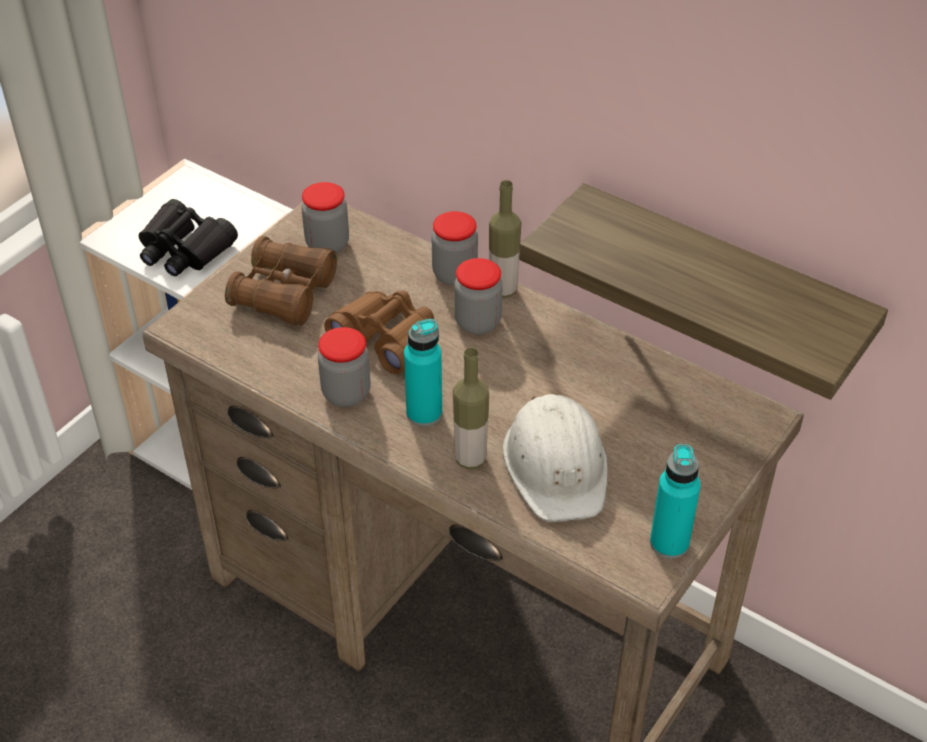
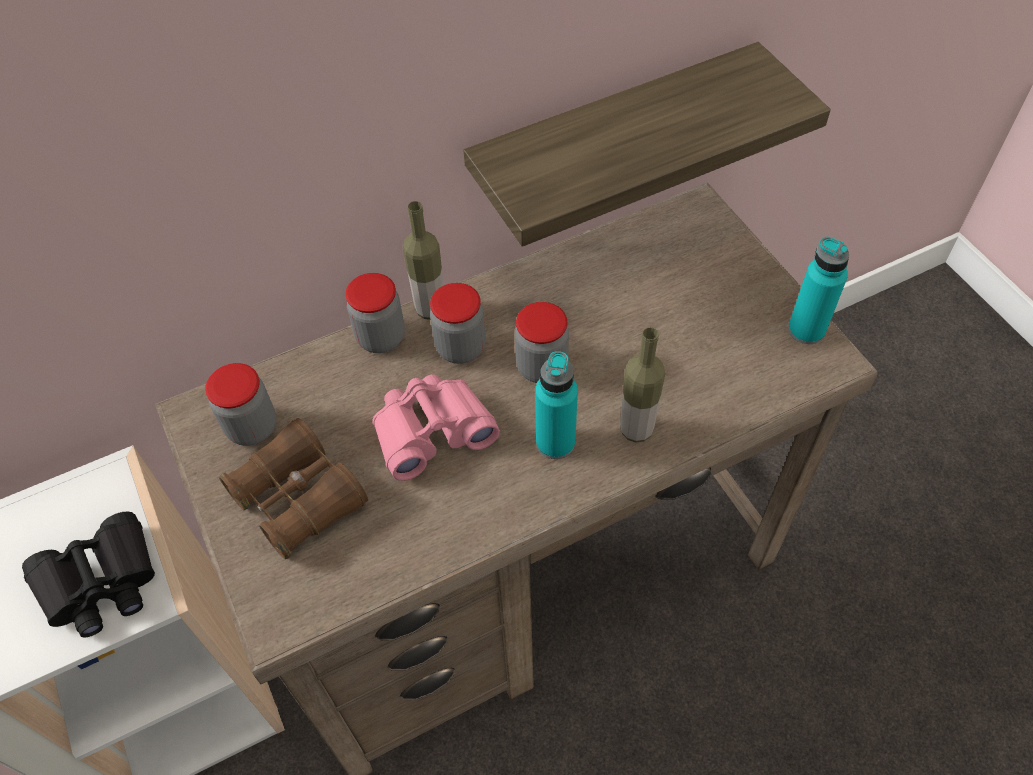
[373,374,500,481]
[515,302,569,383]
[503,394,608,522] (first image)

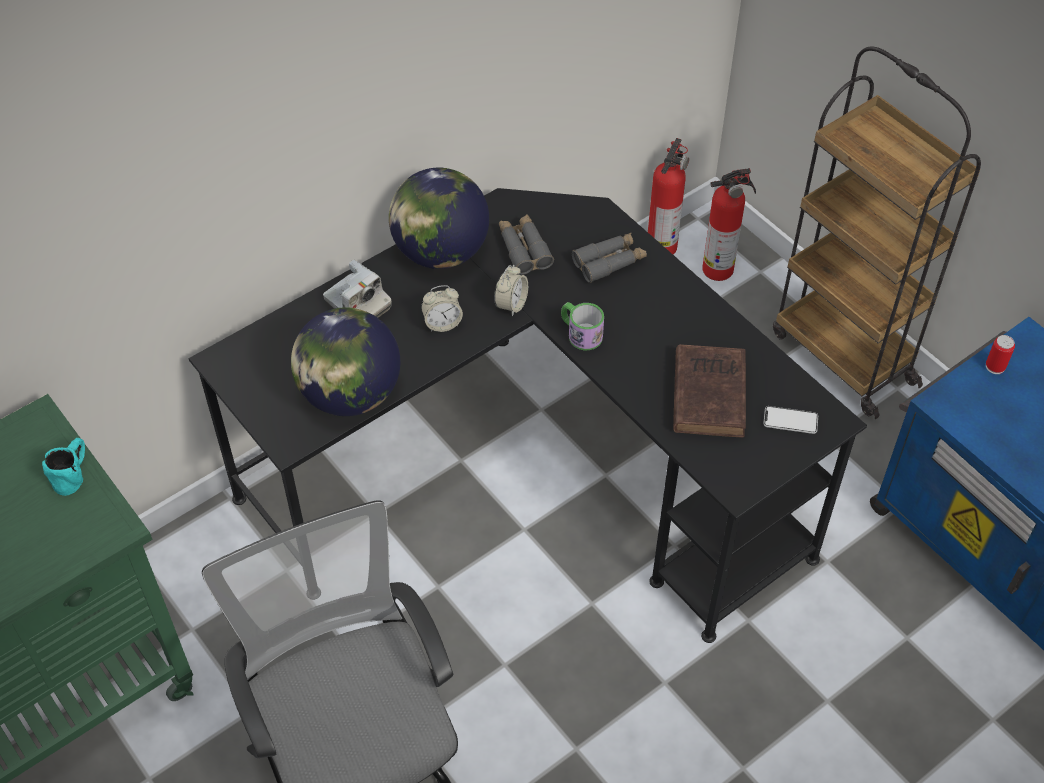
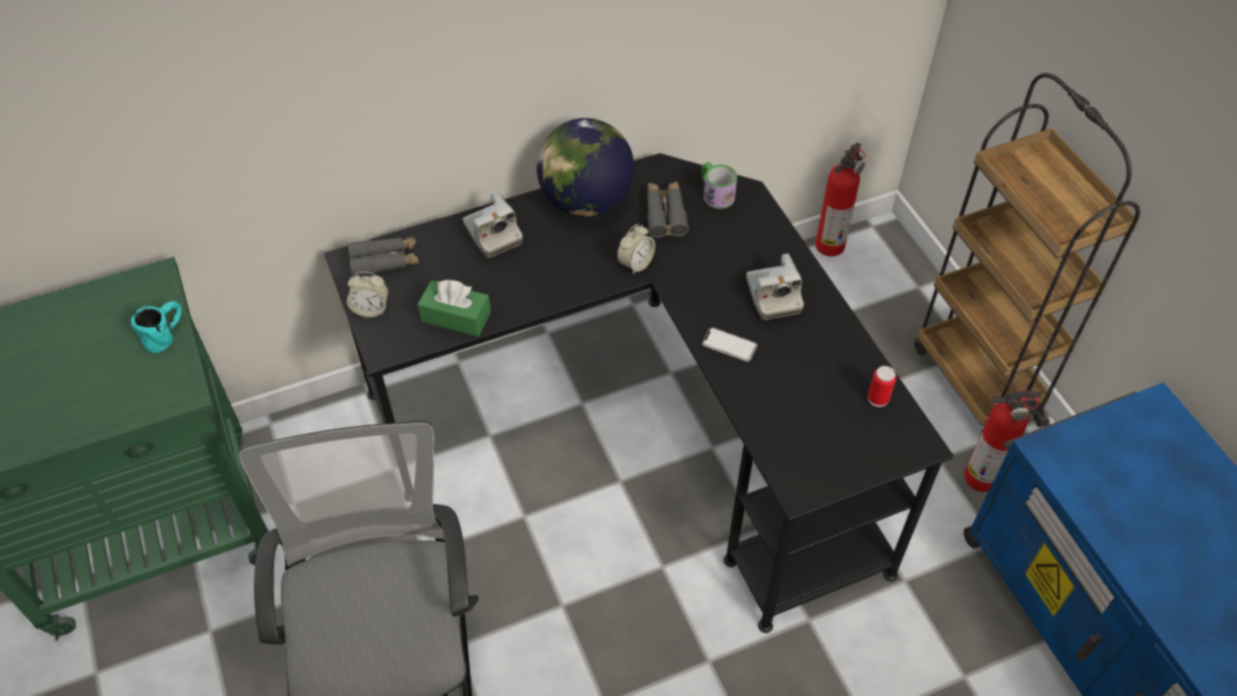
[347,272,388,317]
[348,237,419,277]
[418,280,491,336]
[701,162,737,209]
[702,327,757,362]
[746,254,804,320]
[868,366,896,407]
[964,389,1043,492]
[673,344,746,437] (first image)

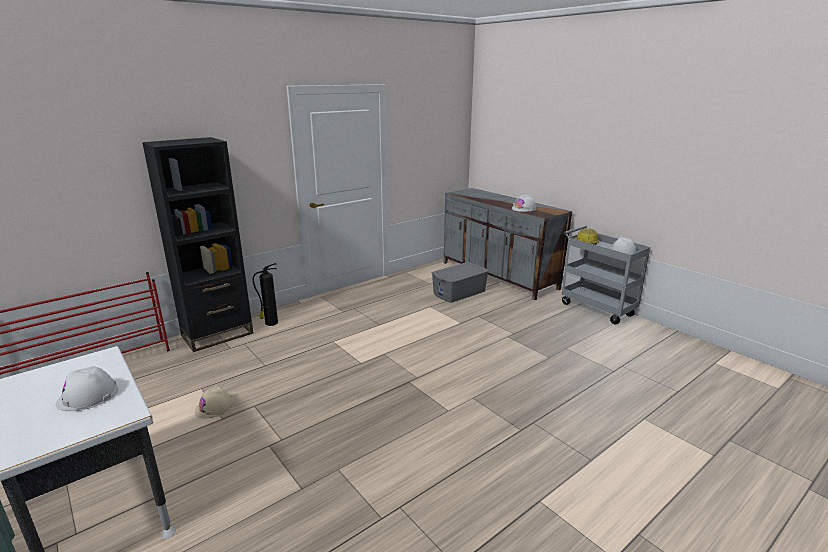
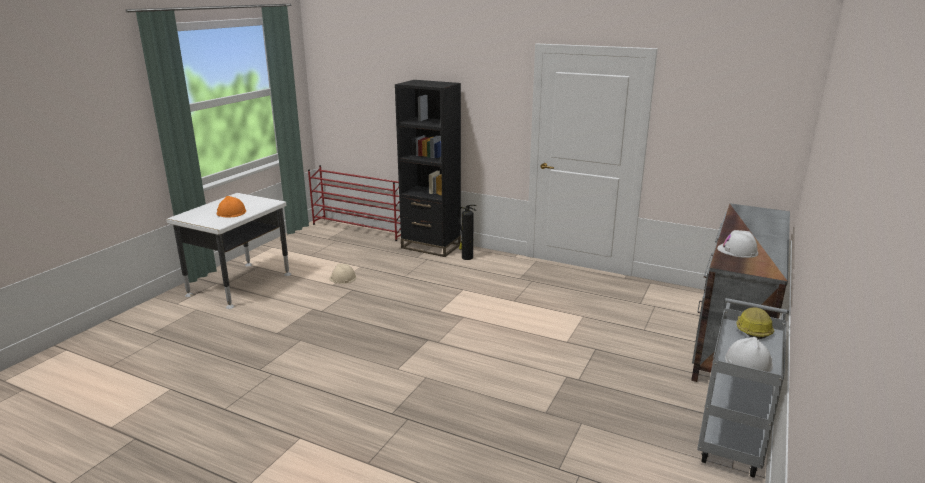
[216,196,246,217]
[432,262,489,303] (first image)

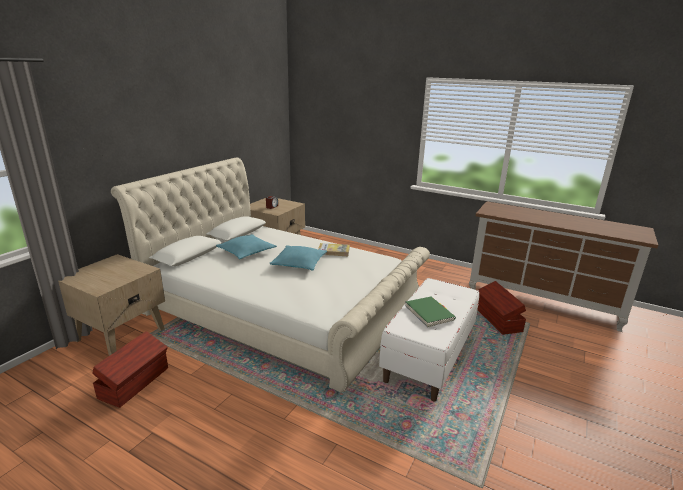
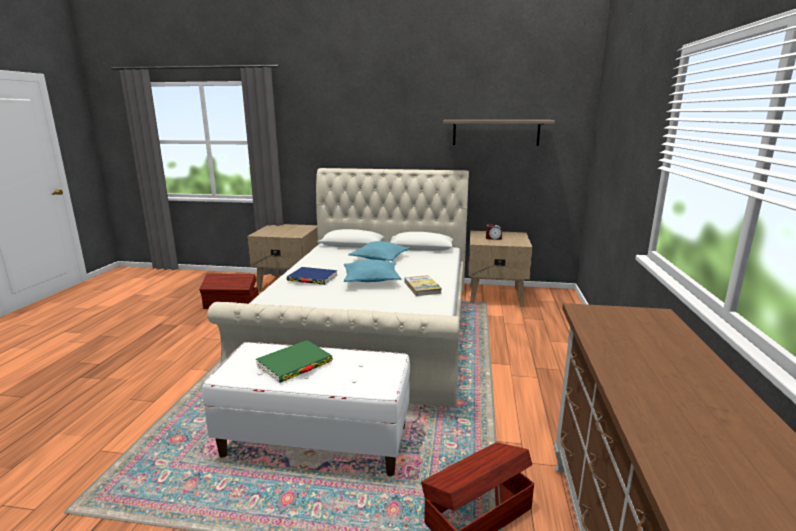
[287,267,338,285]
[443,120,555,146]

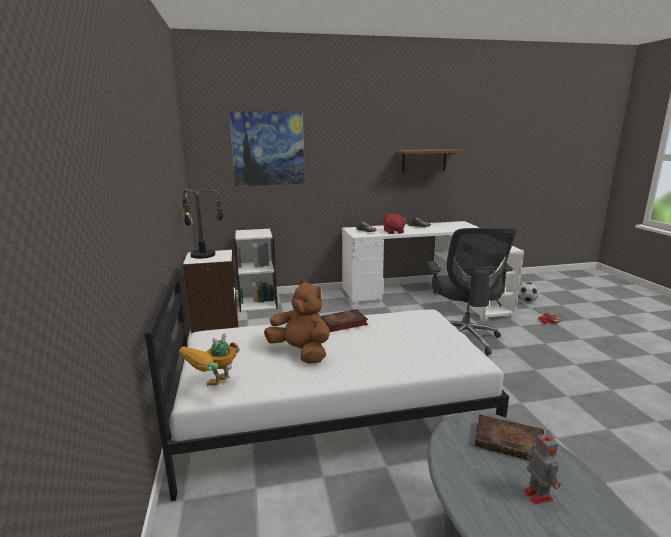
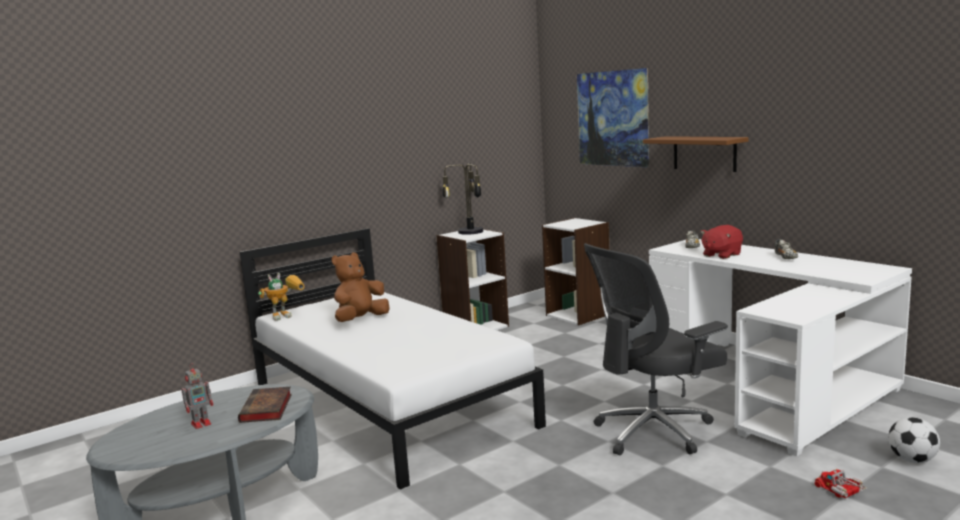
[258,273,305,321]
[332,253,389,322]
[643,136,749,172]
[321,309,368,332] (first image)

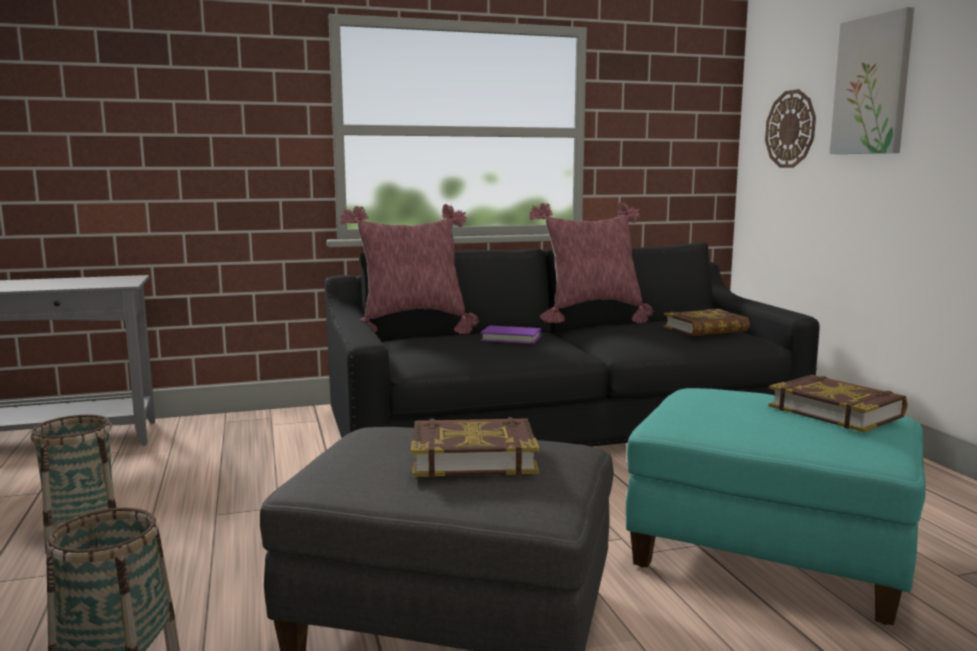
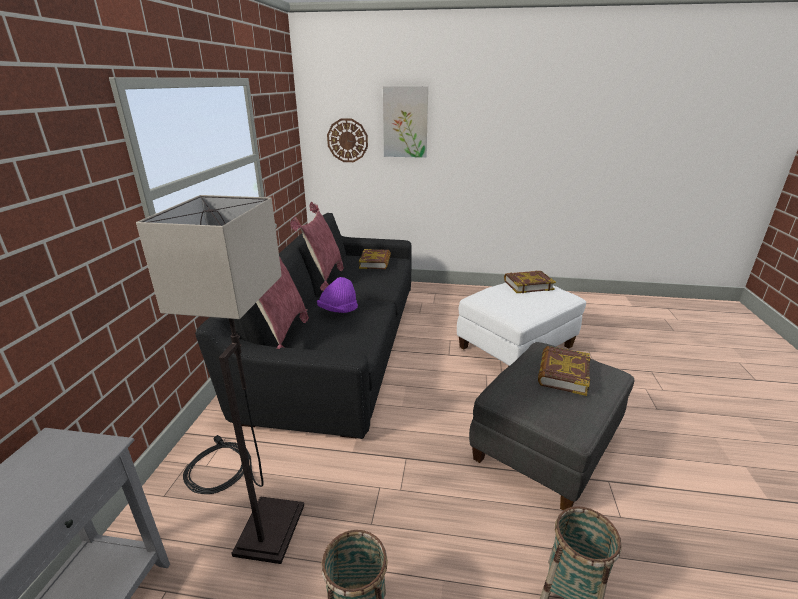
[136,195,304,564]
[317,277,358,313]
[457,283,586,367]

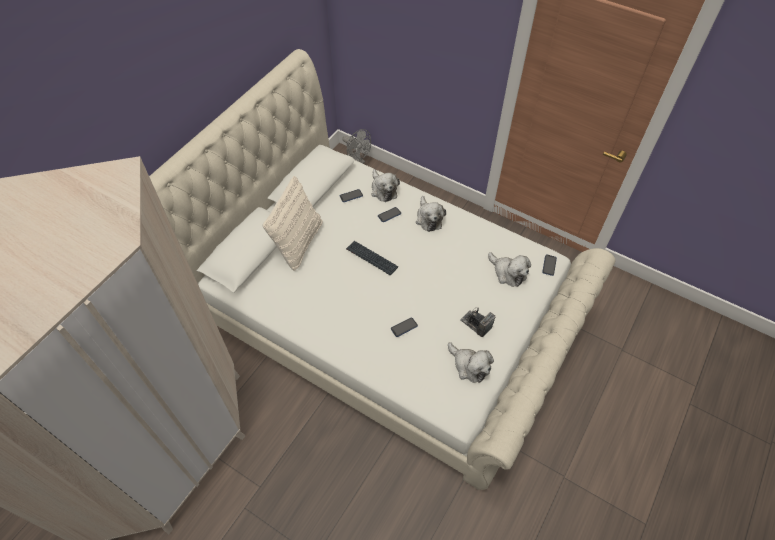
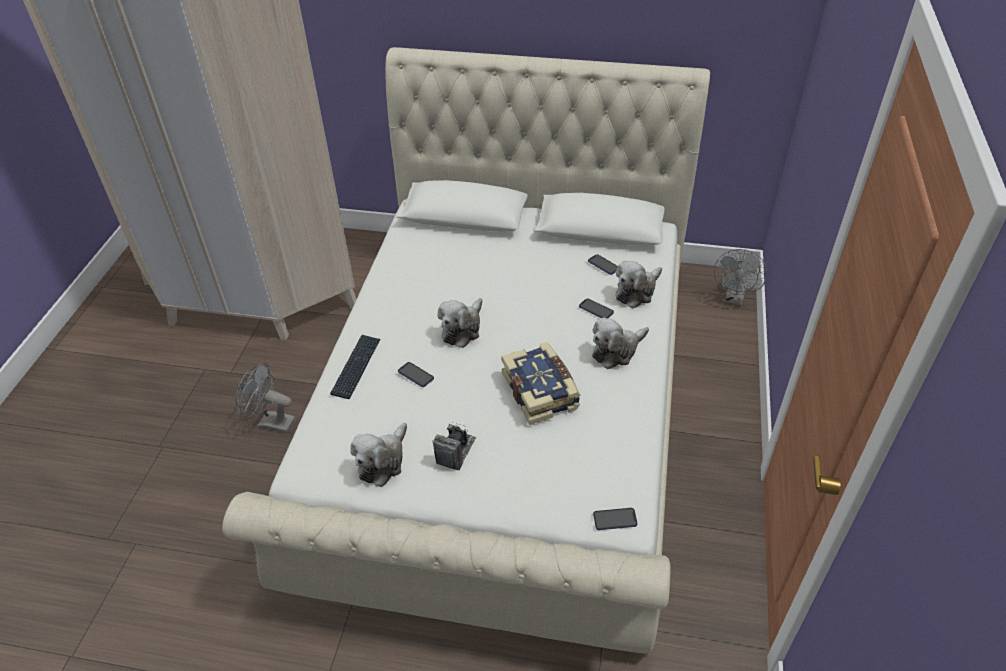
[235,363,296,433]
[330,335,380,399]
[438,298,483,348]
[501,342,581,425]
[263,176,323,270] (first image)

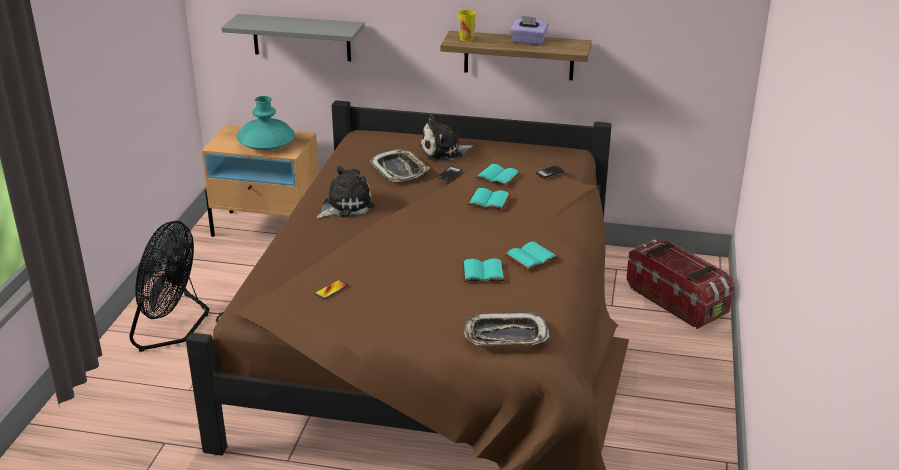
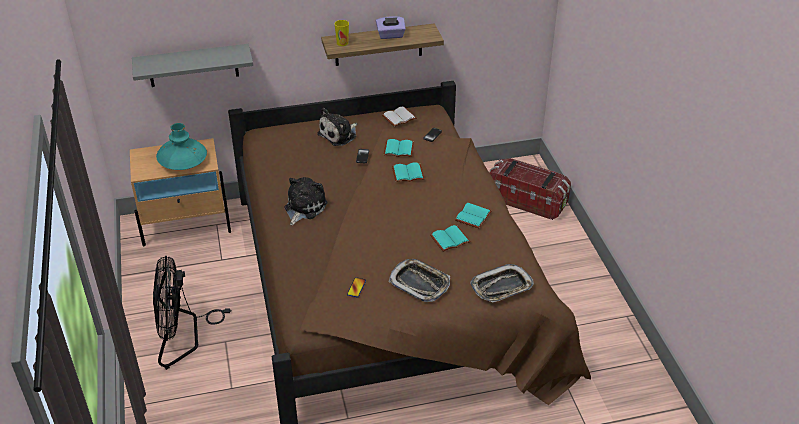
[382,107,417,127]
[389,259,450,302]

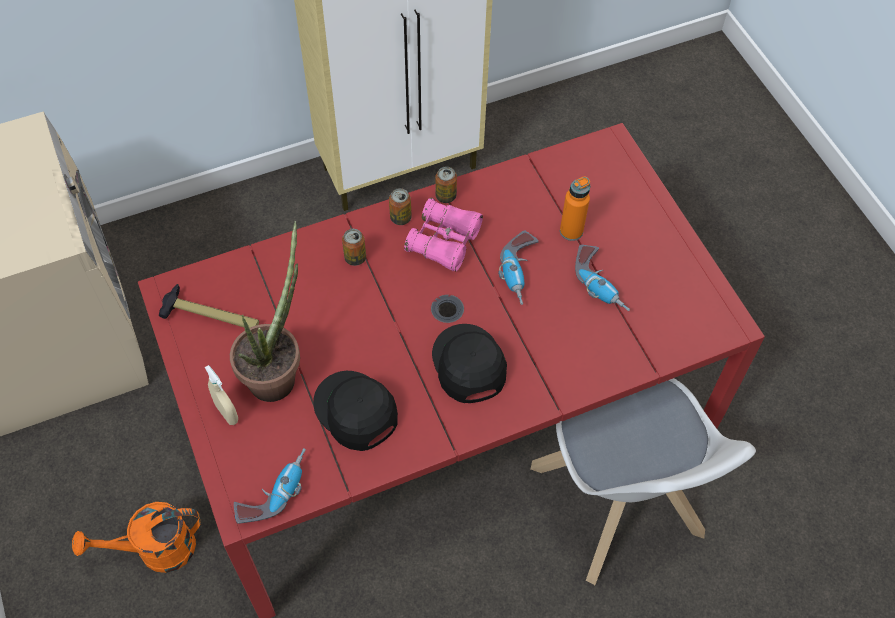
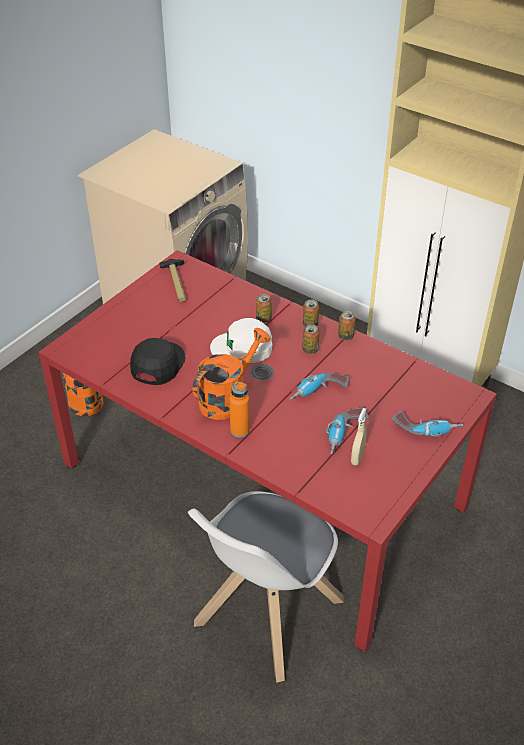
[192,328,270,420]
[210,318,272,363]
[229,381,249,438]
[302,324,319,354]
[351,408,367,465]
[392,411,463,437]
[230,221,300,402] (first image)

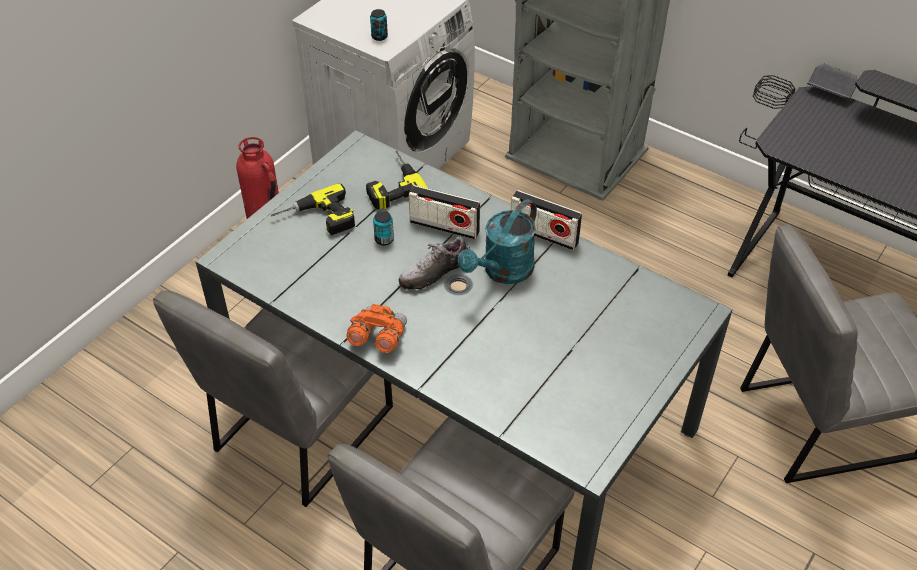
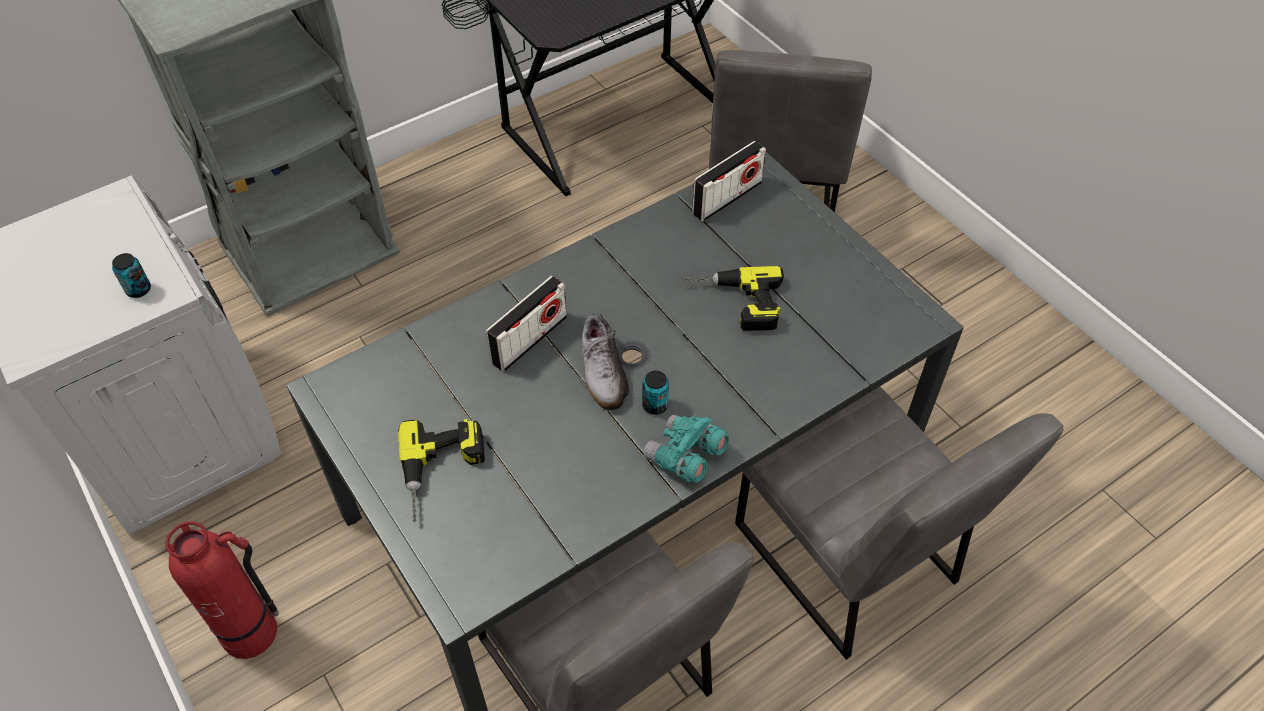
[642,371,669,415]
[643,415,729,482]
[681,266,784,331]
[692,141,766,222]
[458,199,537,284] (first image)

